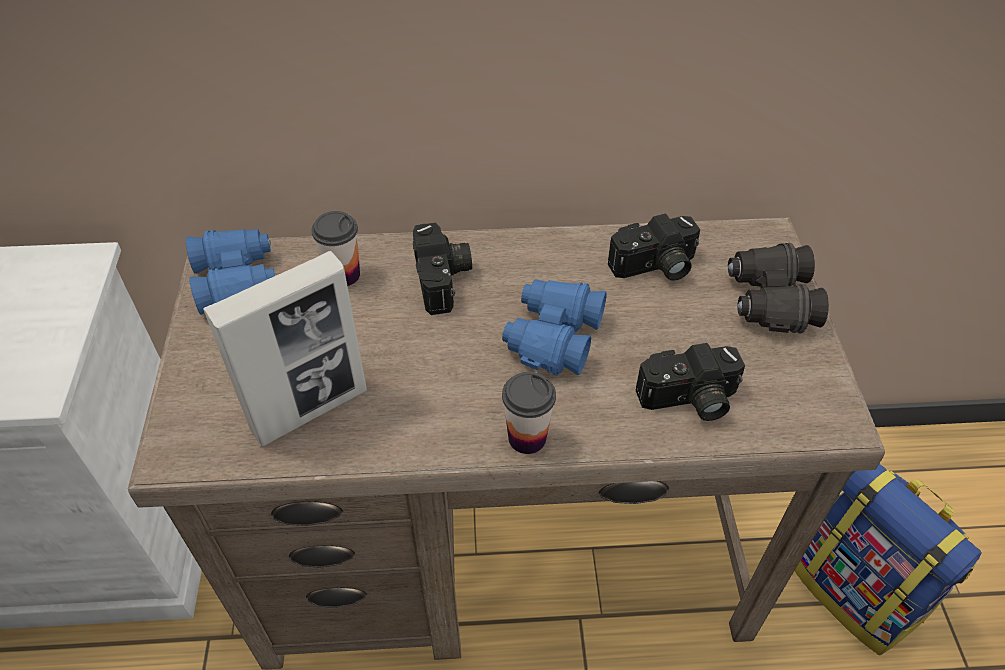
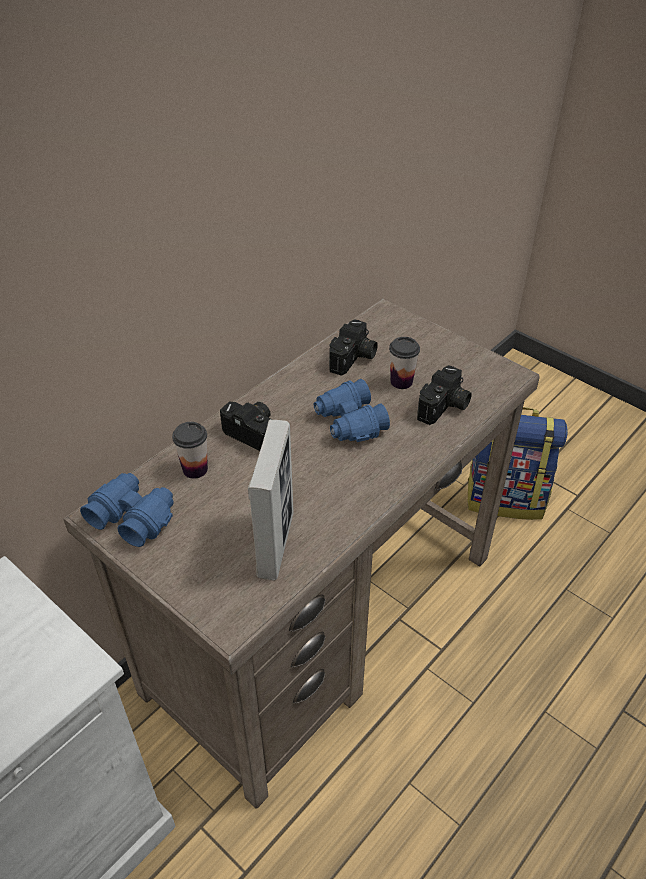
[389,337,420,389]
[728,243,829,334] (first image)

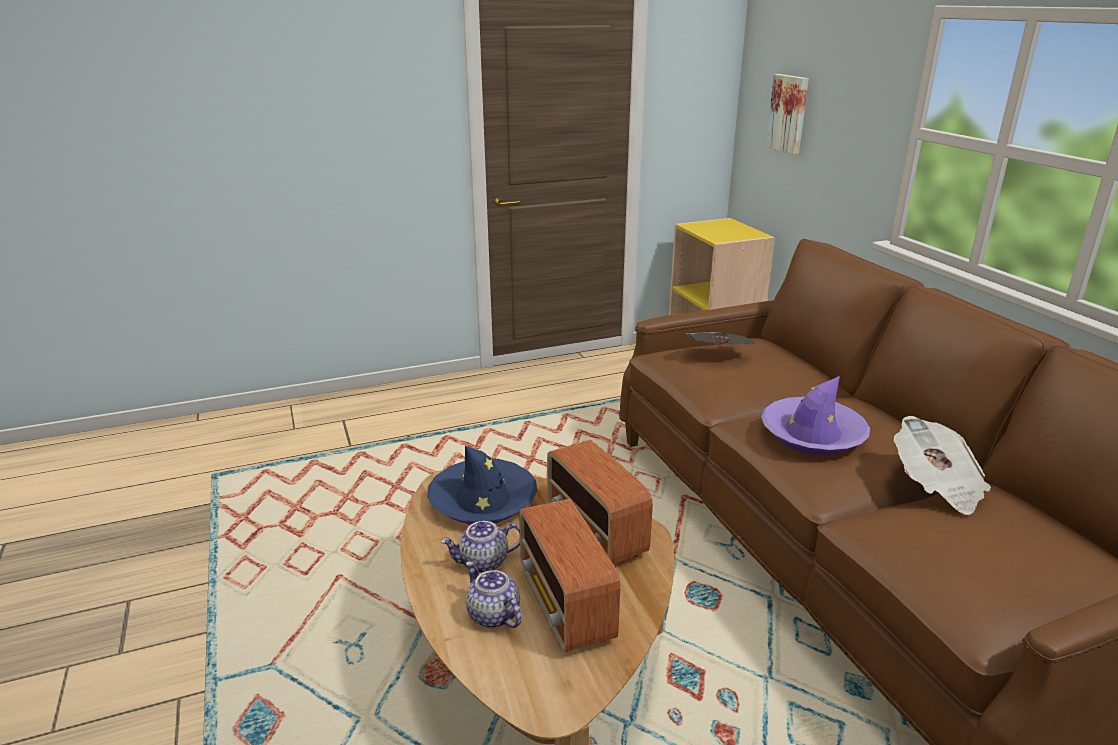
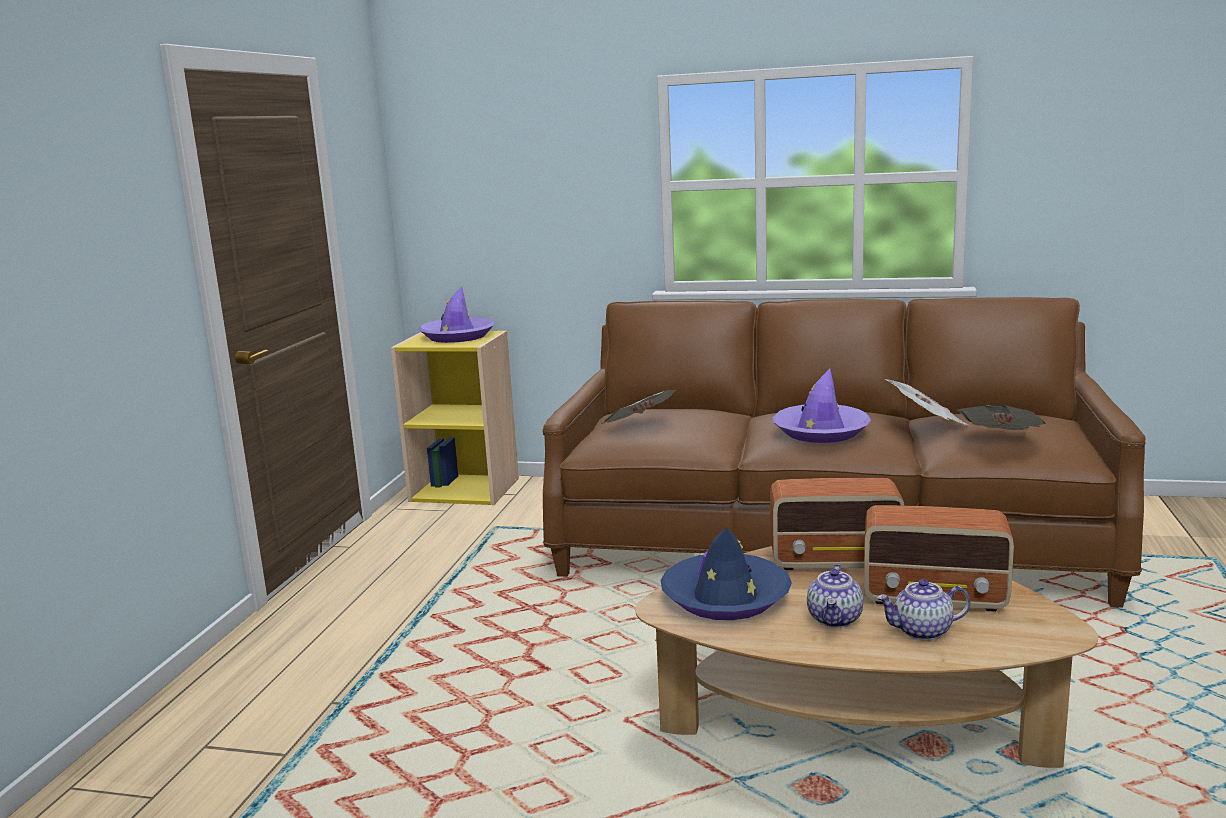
[418,286,495,343]
[957,405,1045,430]
[766,74,809,154] (first image)

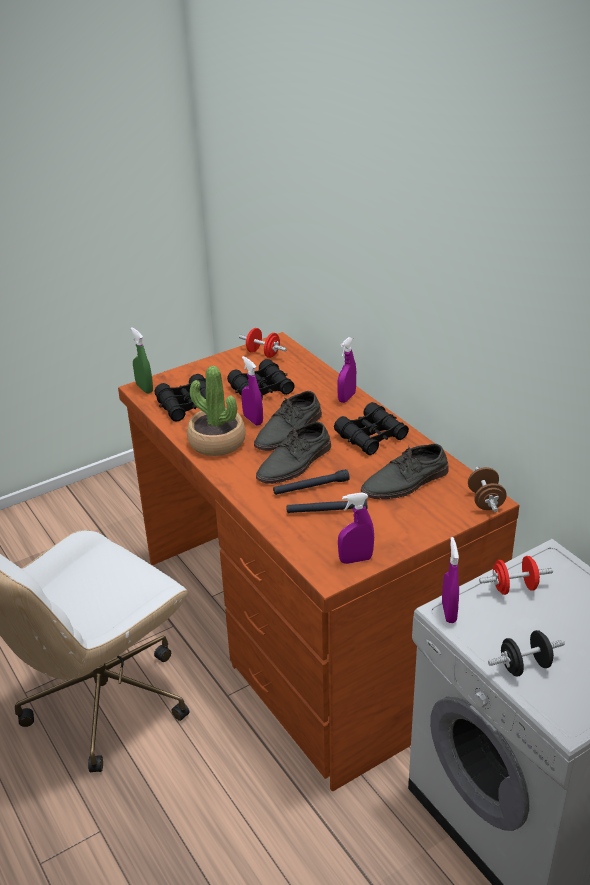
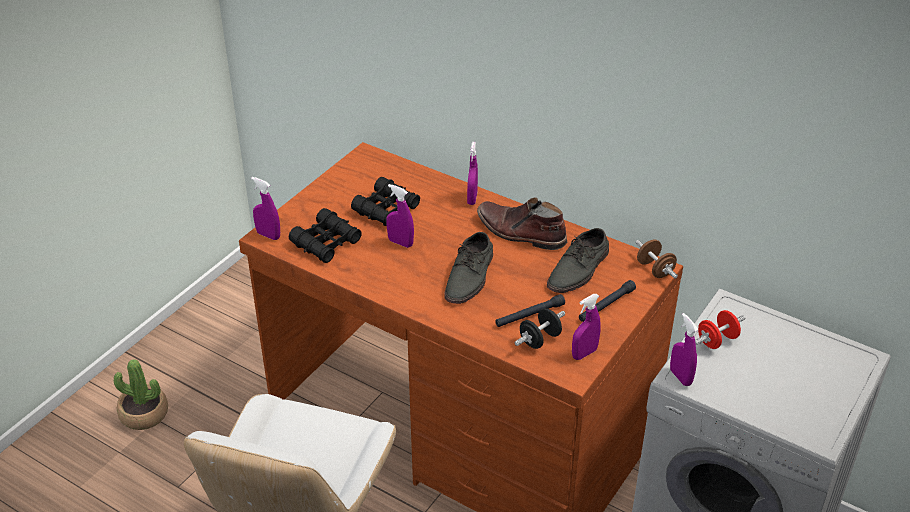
[114,359,168,430]
[251,177,280,240]
[477,198,567,250]
[515,308,565,349]
[579,280,636,322]
[239,328,287,358] (first image)
[254,391,322,451] (first image)

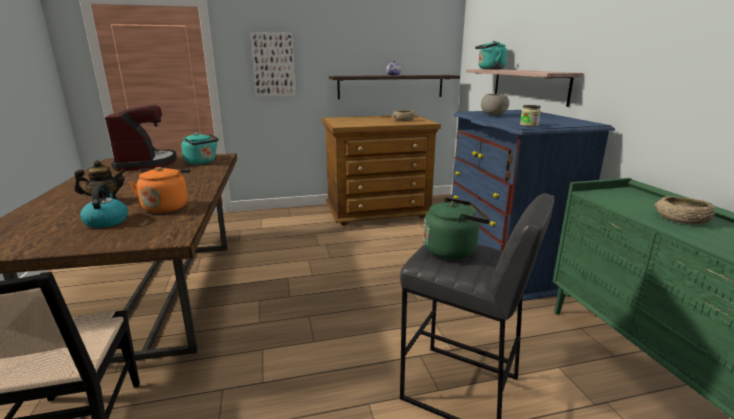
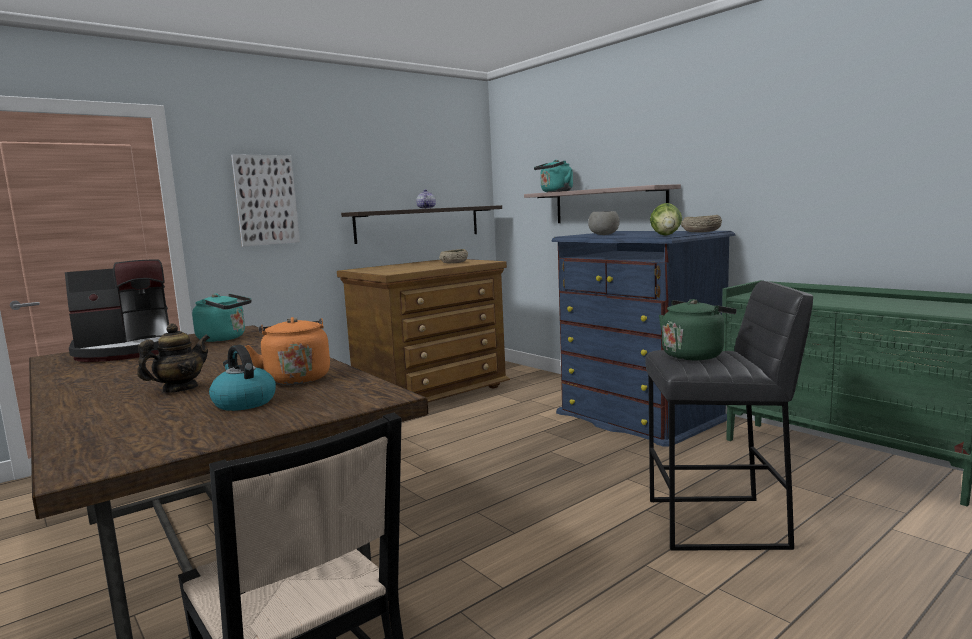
[65,259,169,362]
[650,203,682,236]
[681,215,722,232]

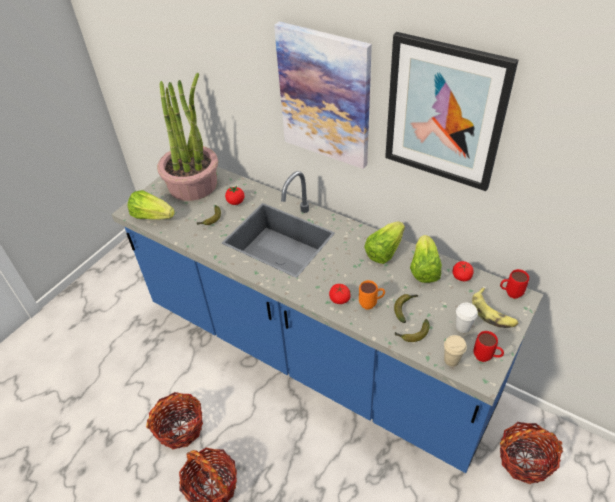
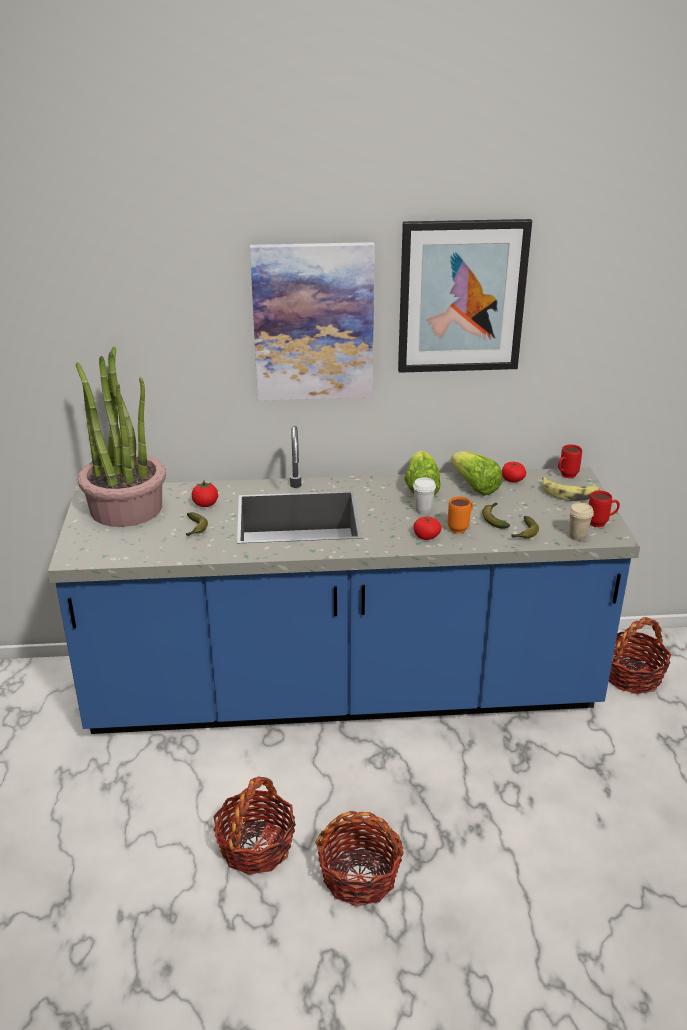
[413,477,436,514]
[128,190,175,220] (first image)

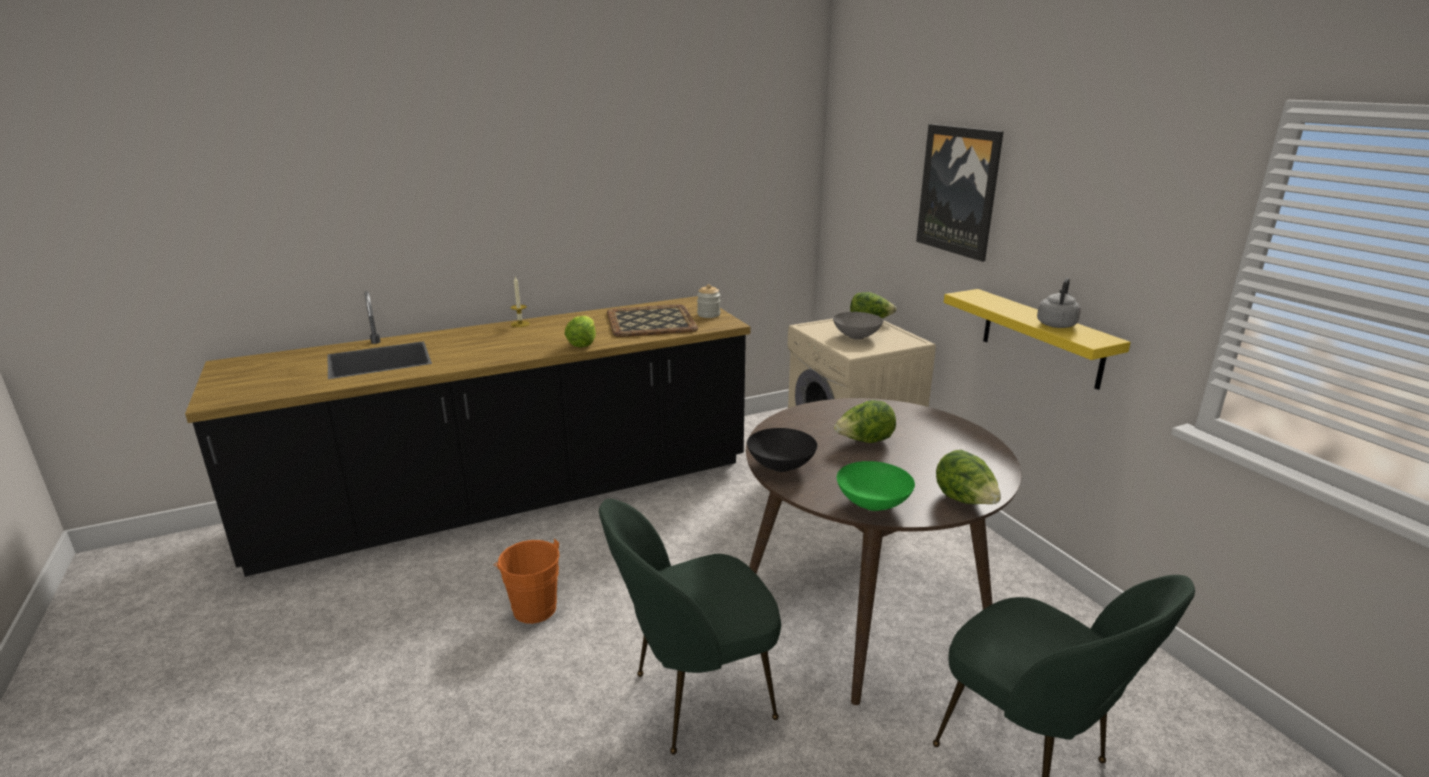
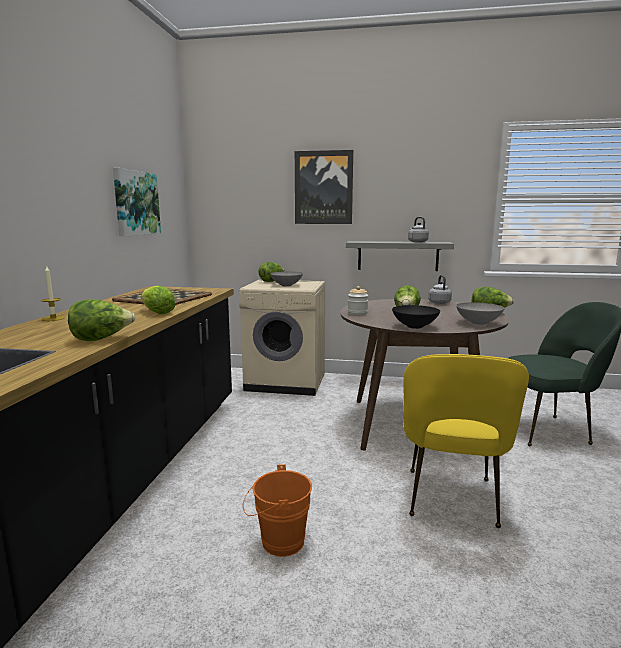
[68,299,135,341]
[113,168,161,237]
[346,241,454,271]
[348,286,368,315]
[403,354,529,528]
[428,275,452,304]
[456,302,505,325]

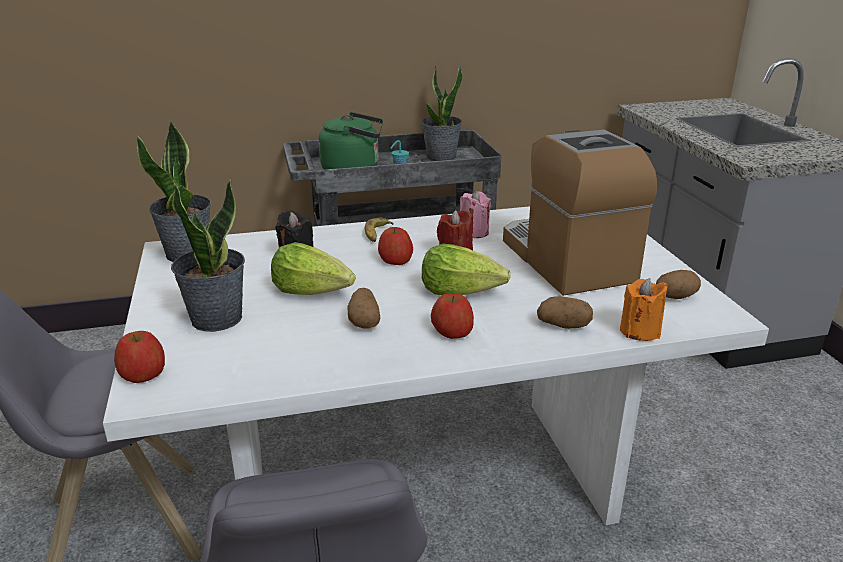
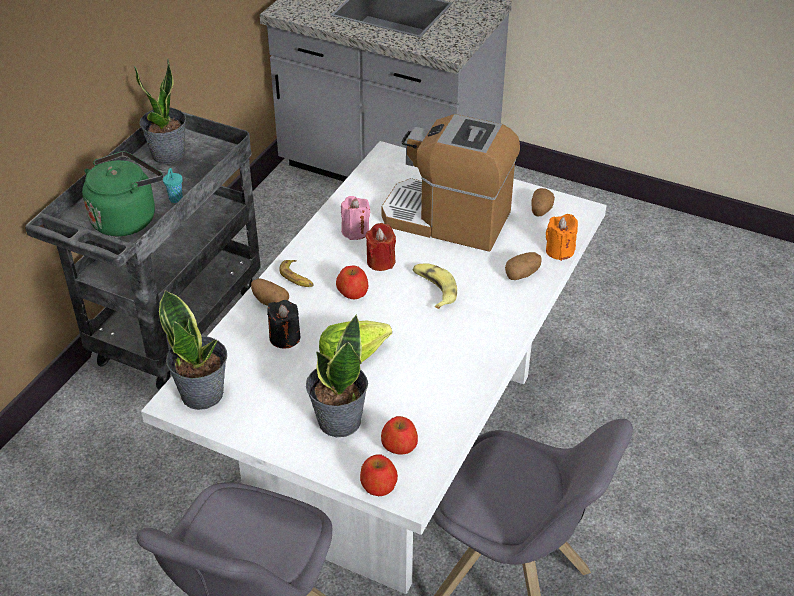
[251,278,289,306]
[381,416,418,455]
[413,263,457,309]

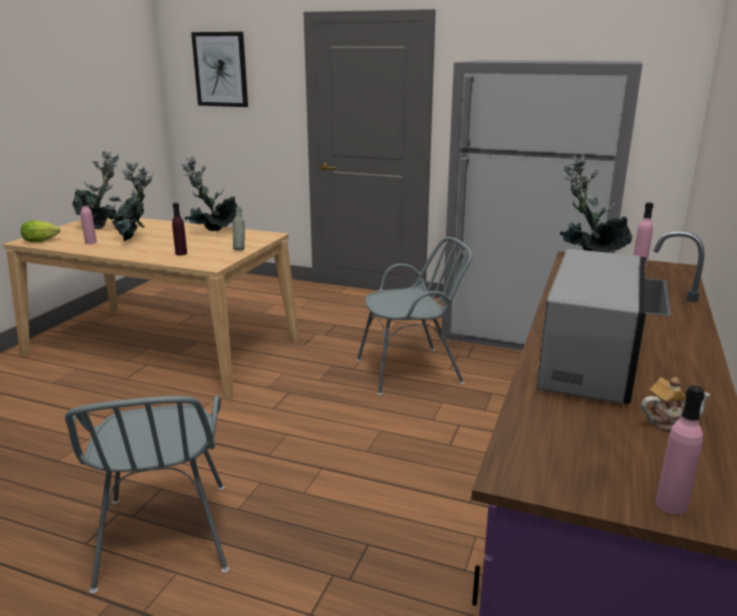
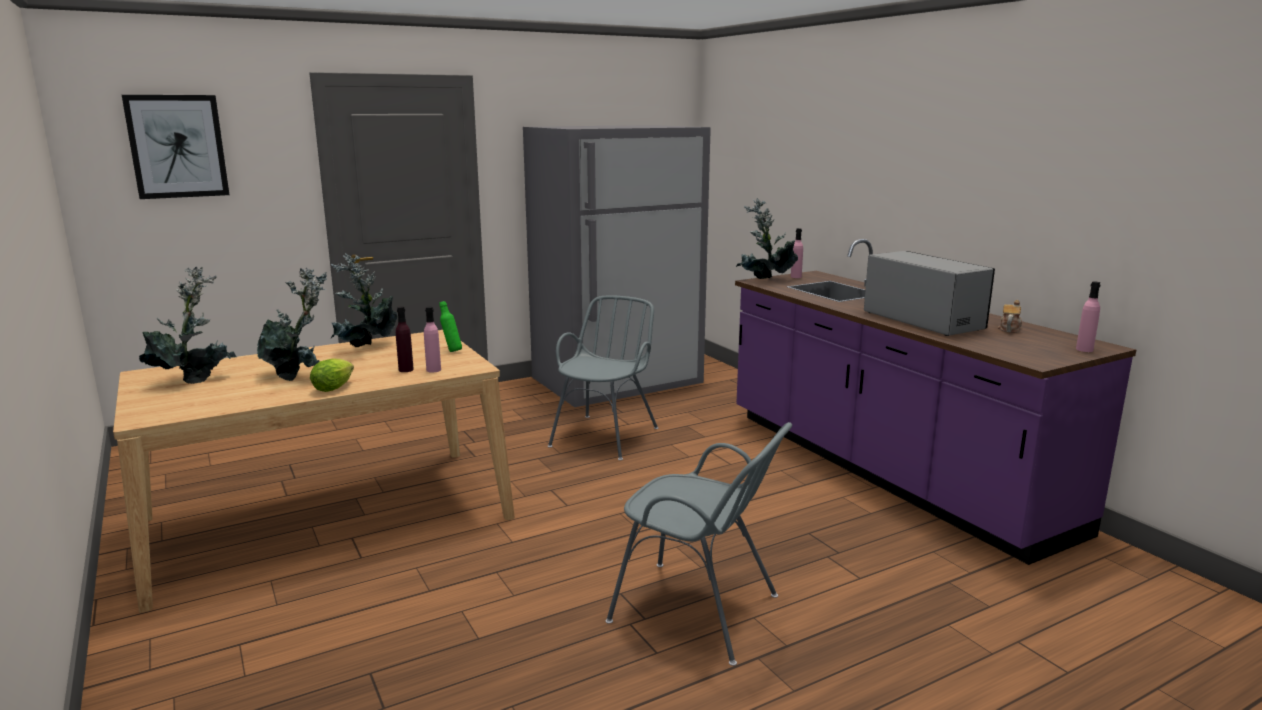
[310,359,354,392]
[424,307,441,373]
[439,301,462,352]

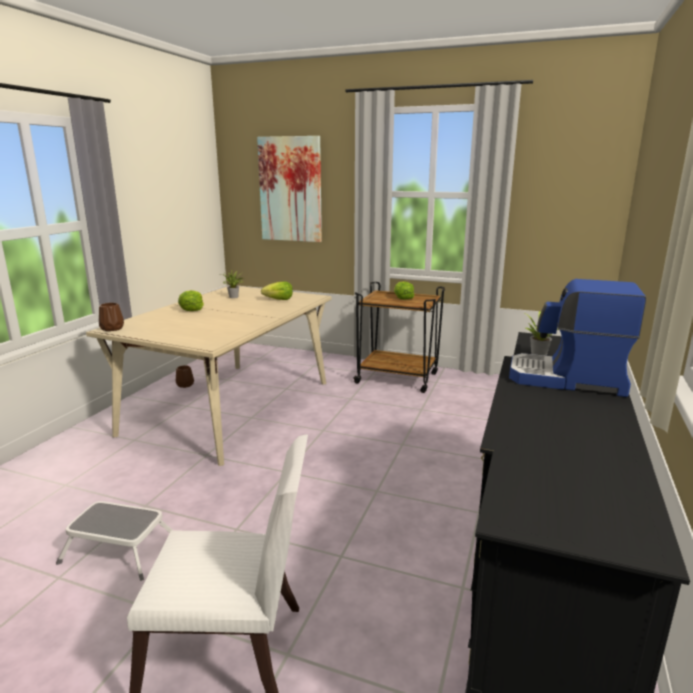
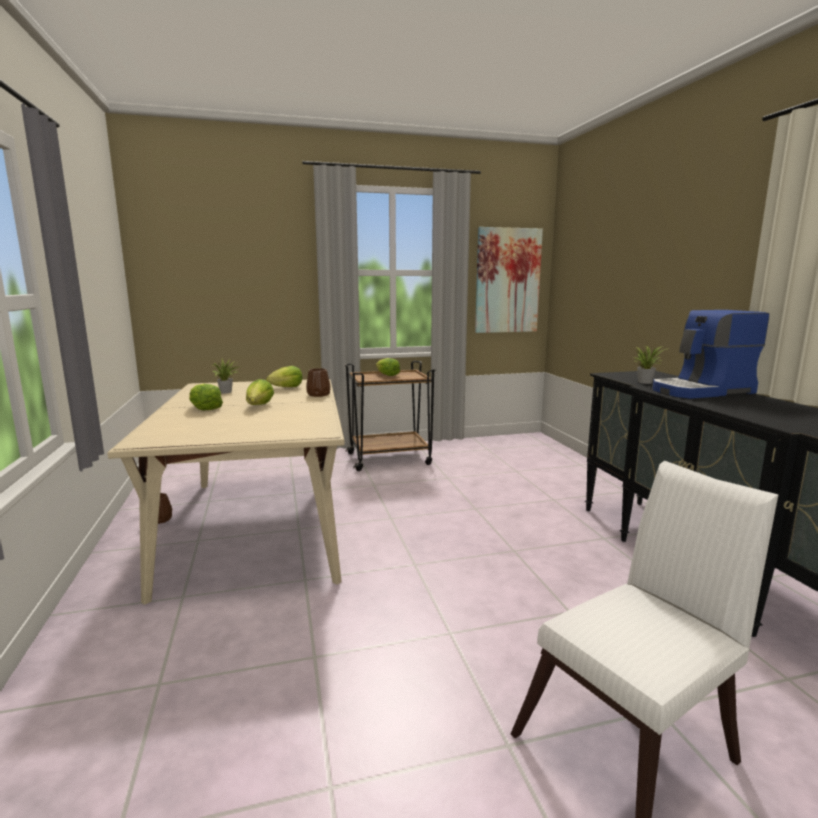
[246,379,274,405]
[306,368,330,397]
[475,227,543,333]
[56,501,172,581] (first image)

